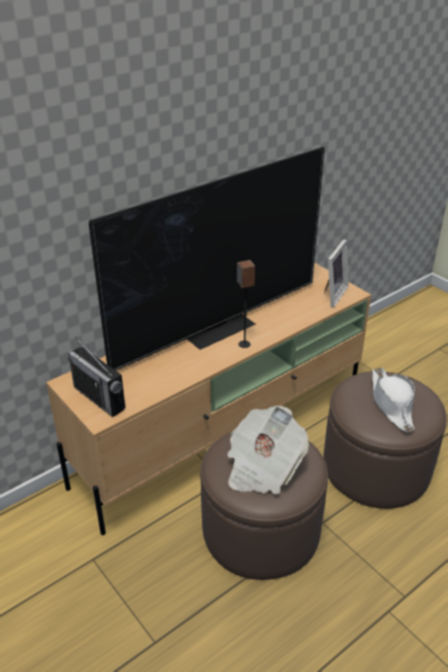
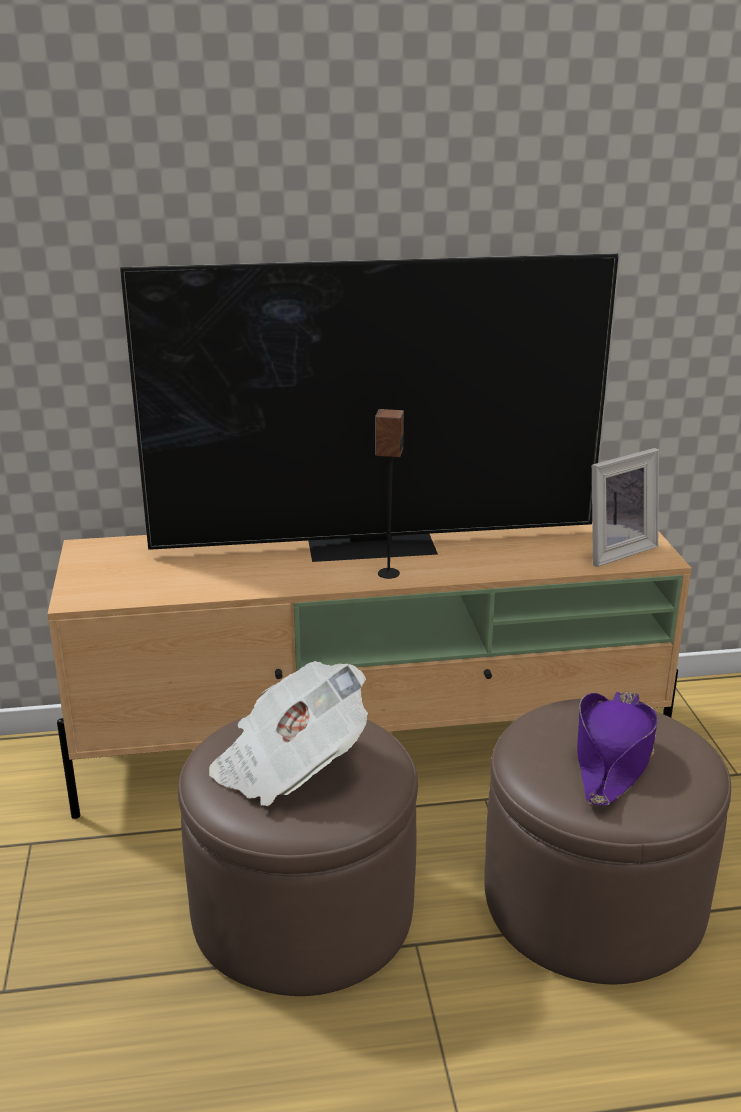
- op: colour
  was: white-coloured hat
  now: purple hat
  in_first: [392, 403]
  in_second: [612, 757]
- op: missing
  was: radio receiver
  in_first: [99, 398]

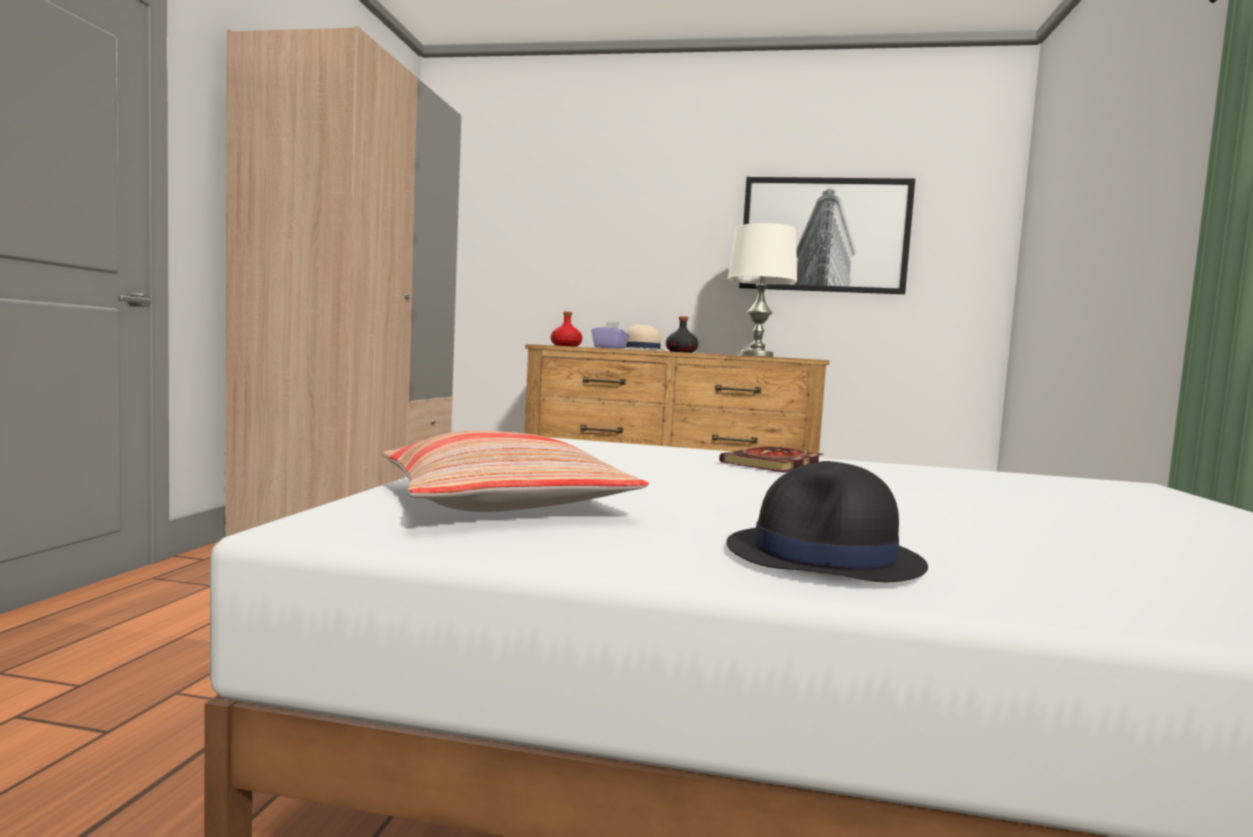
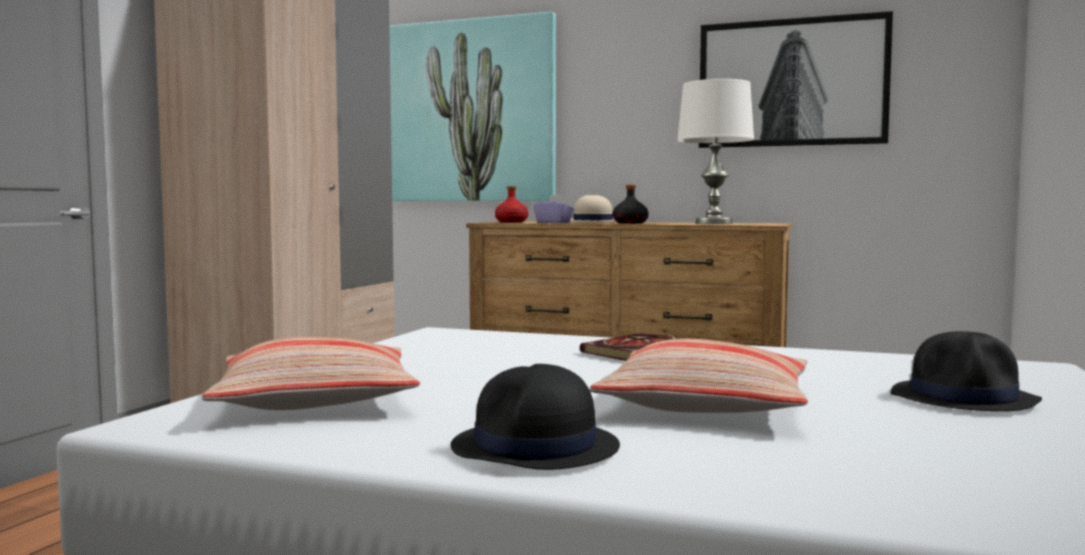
- op: appeared
  now: wall picture
  in_second: [472, 111]
- op: appeared
  now: cushion
  in_second: [706, 404]
- op: appeared
  now: blackish hat
  in_second: [964, 398]

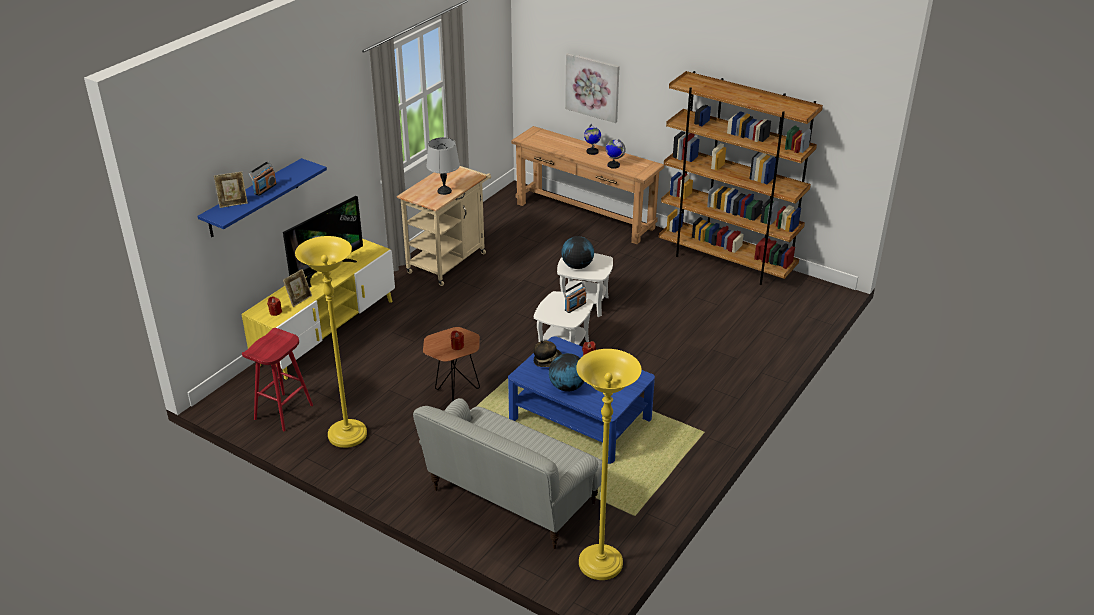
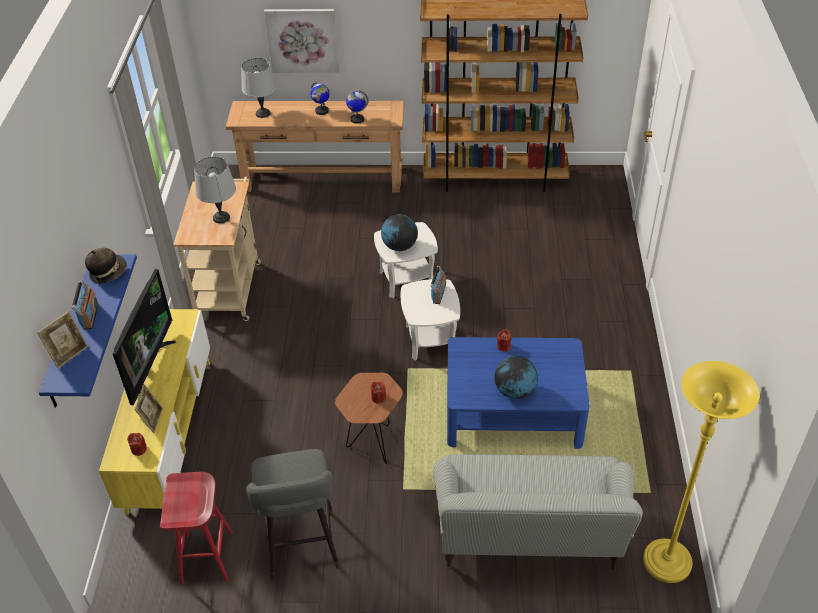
- op: relocated
  was: hat
  in_first: [547, 361]
  in_second: [108, 272]
- op: appeared
  now: grey lamp for a table
  in_second: [262, 113]
- op: exchanged
  was: yellow-coloured standing lamp
  now: grey stool
  in_first: [347, 435]
  in_second: [302, 550]

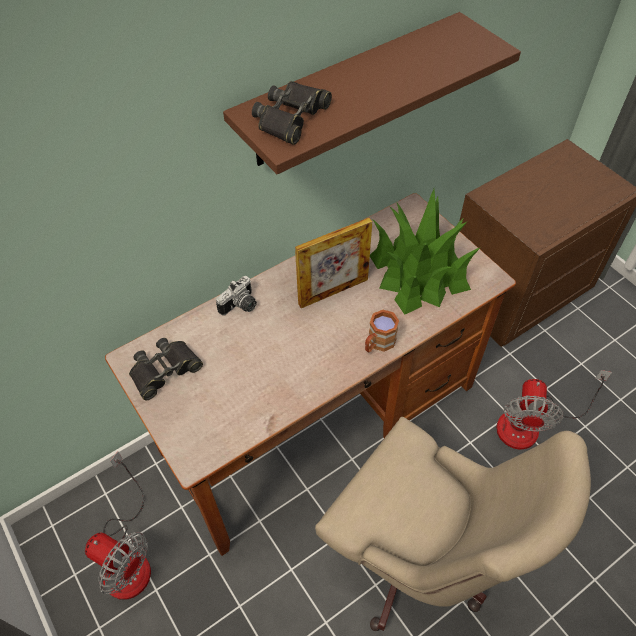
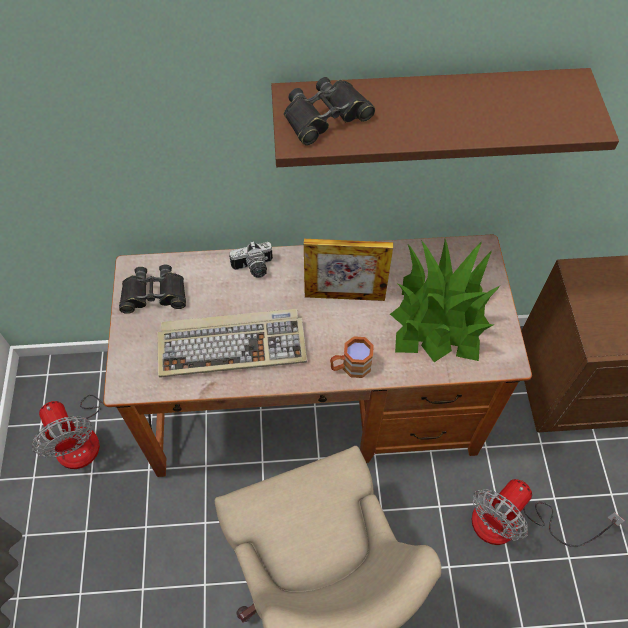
- op: appeared
  now: PC keyboard
  in_second: [233, 345]

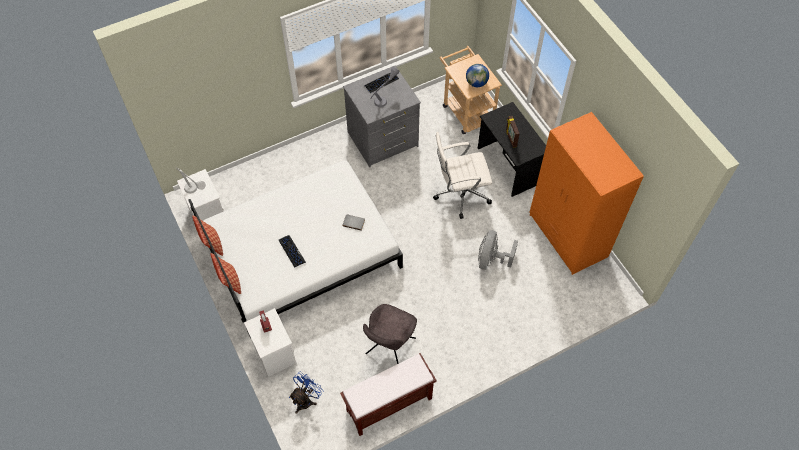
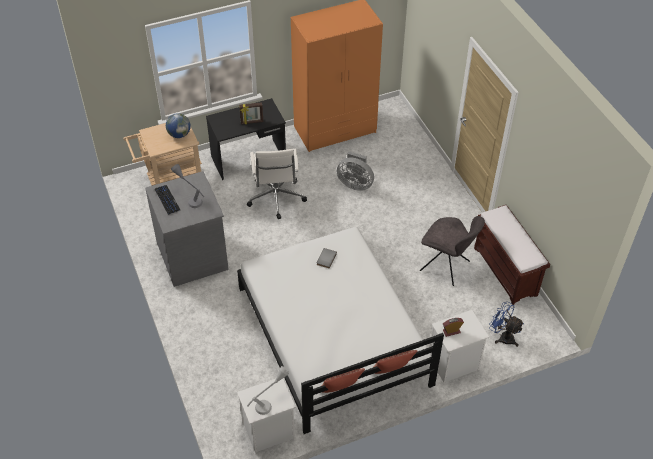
- op: missing
  was: PC keyboard
  in_first: [291, 251]

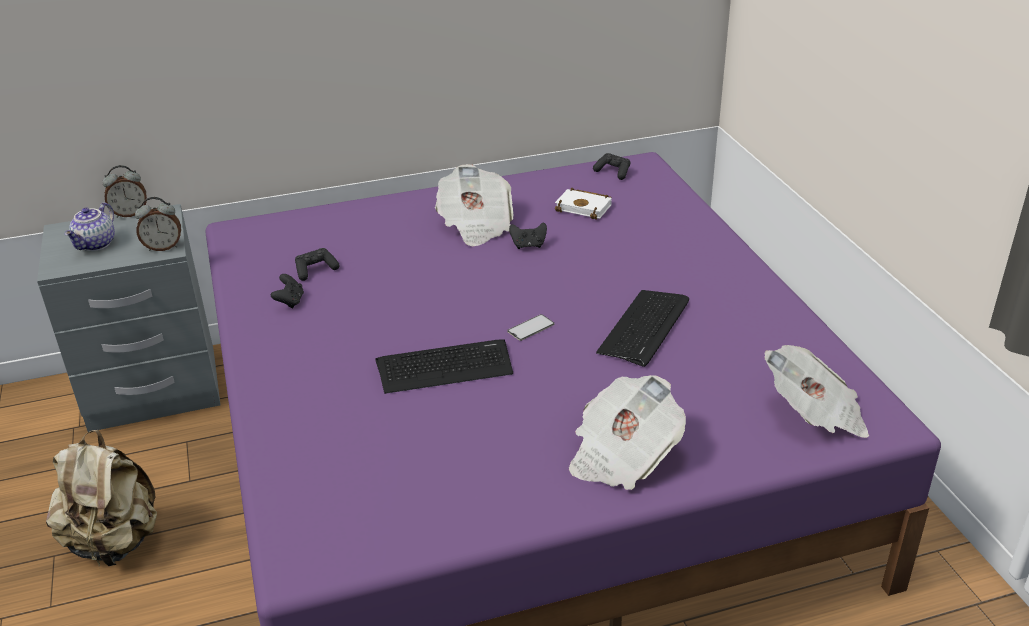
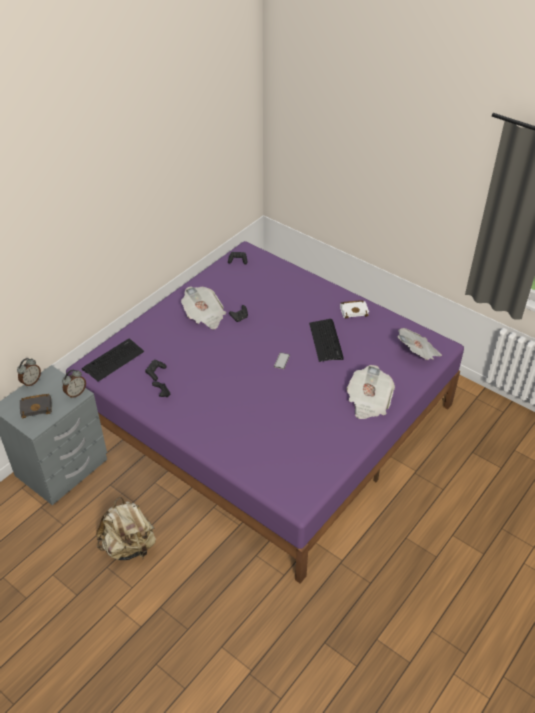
- op: exchanged
  was: tea pot
  now: blackish bound book
  in_first: [96, 244]
  in_second: [37, 407]
- op: relocated
  was: PC keyboard
  in_first: [445, 367]
  in_second: [113, 360]
- op: relocated
  was: white-coloured bound book
  in_first: [585, 207]
  in_second: [354, 310]

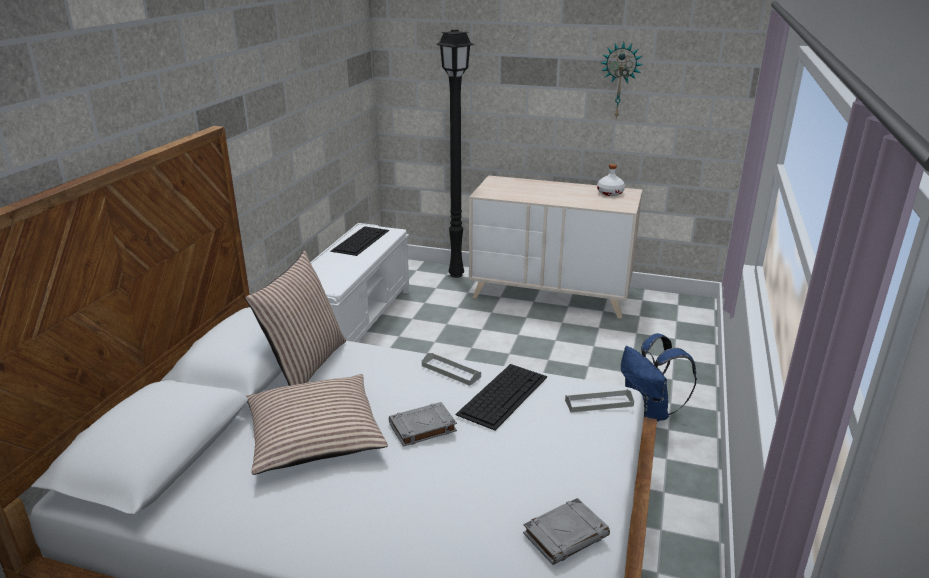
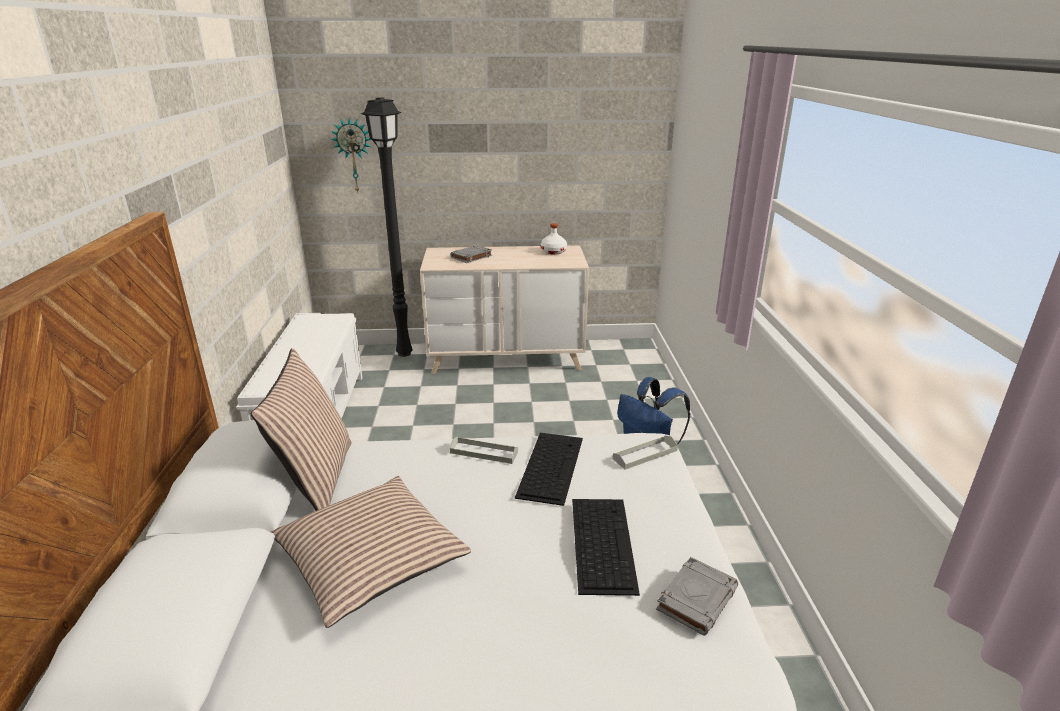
- op: relocated
  was: clock on the wall
  in_first: [620, 80]
  in_second: [354, 155]
- op: relocated
  was: grey bound book
  in_first: [422, 428]
  in_second: [471, 257]
- op: relocated
  was: PC keyboard
  in_first: [360, 240]
  in_second: [602, 542]

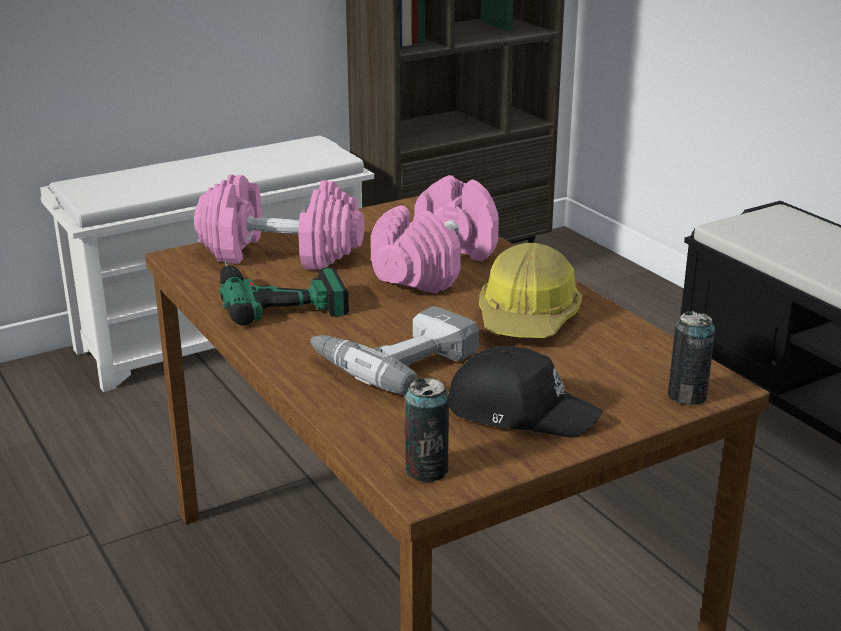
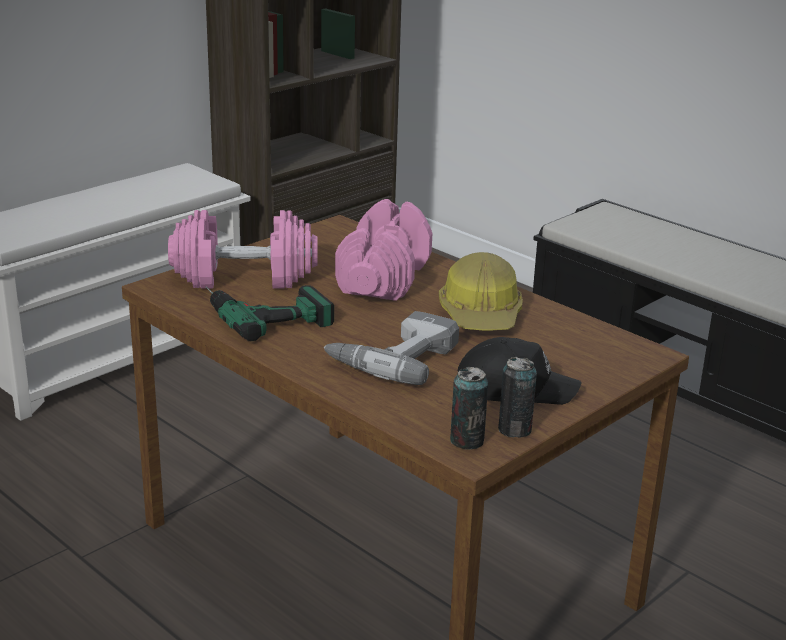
- op: relocated
  was: sealed can
  in_first: [687, 396]
  in_second: [514, 430]

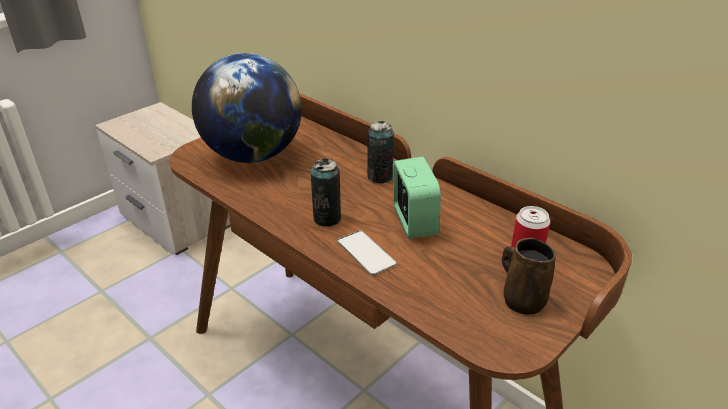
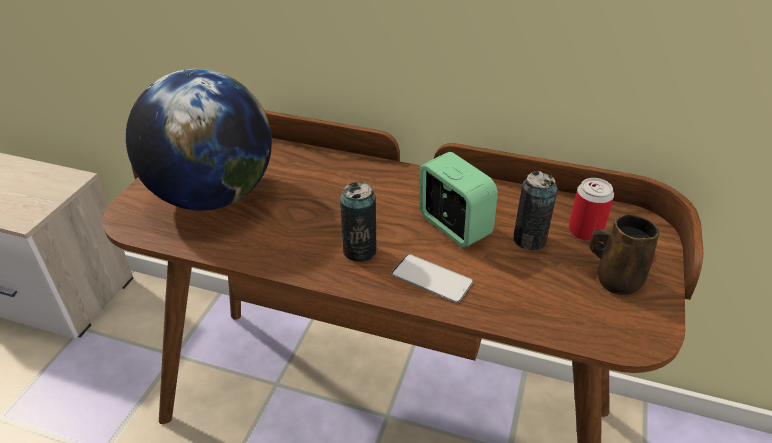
- op: relocated
  was: sealed can
  in_first: [380, 177]
  in_second: [529, 240]

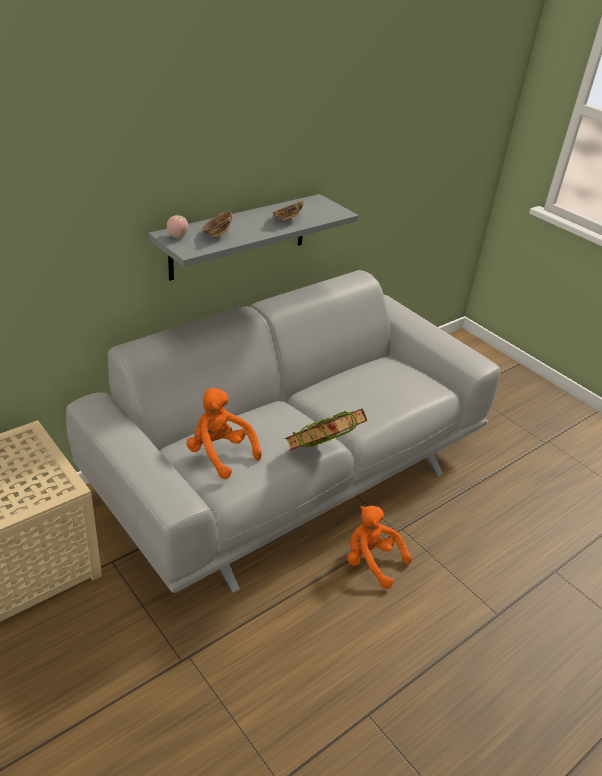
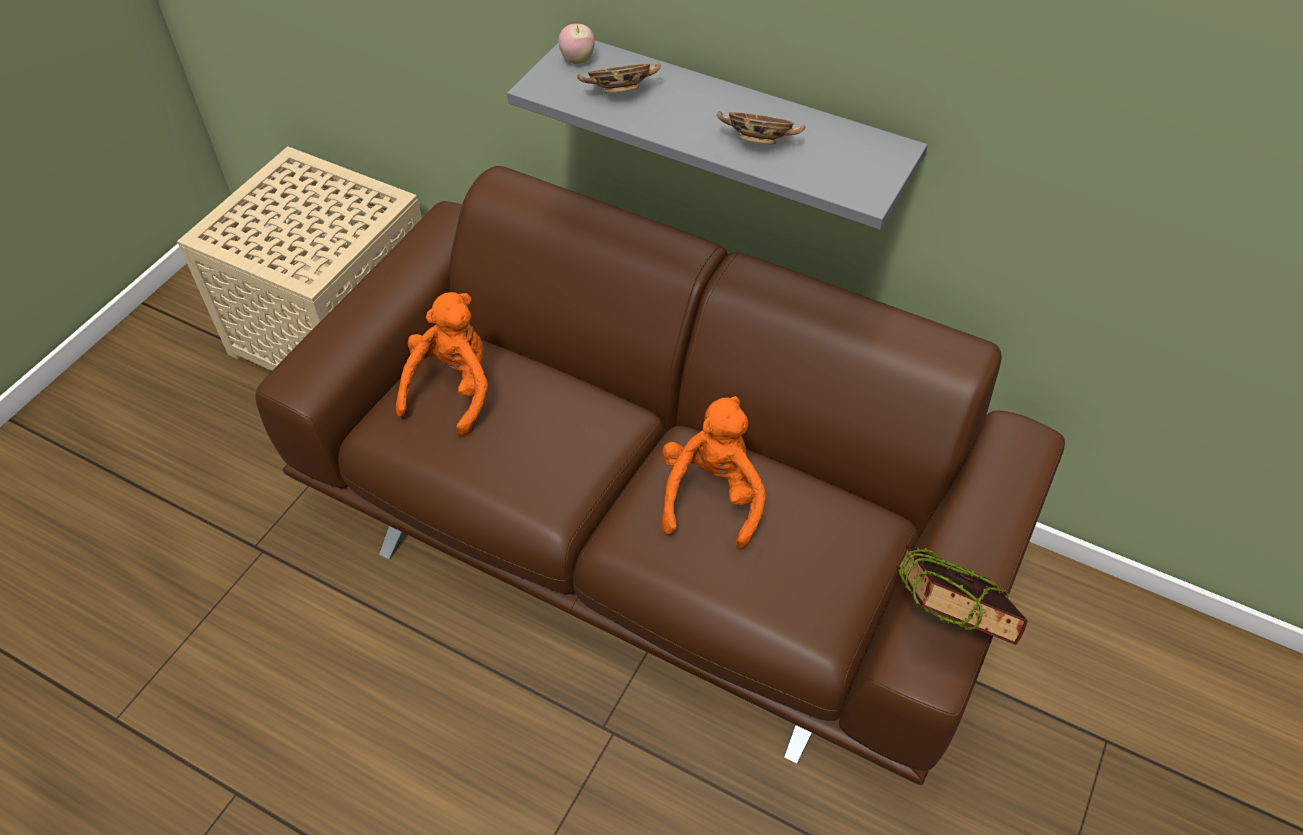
- op: colour
  was: grey couch
  now: brownish couch
  in_first: [292, 471]
  in_second: [655, 531]
- op: relocated
  was: orangey soft toy
  in_first: [371, 561]
  in_second: [712, 496]
- op: relocated
  was: bound book
  in_first: [322, 454]
  in_second: [944, 624]

